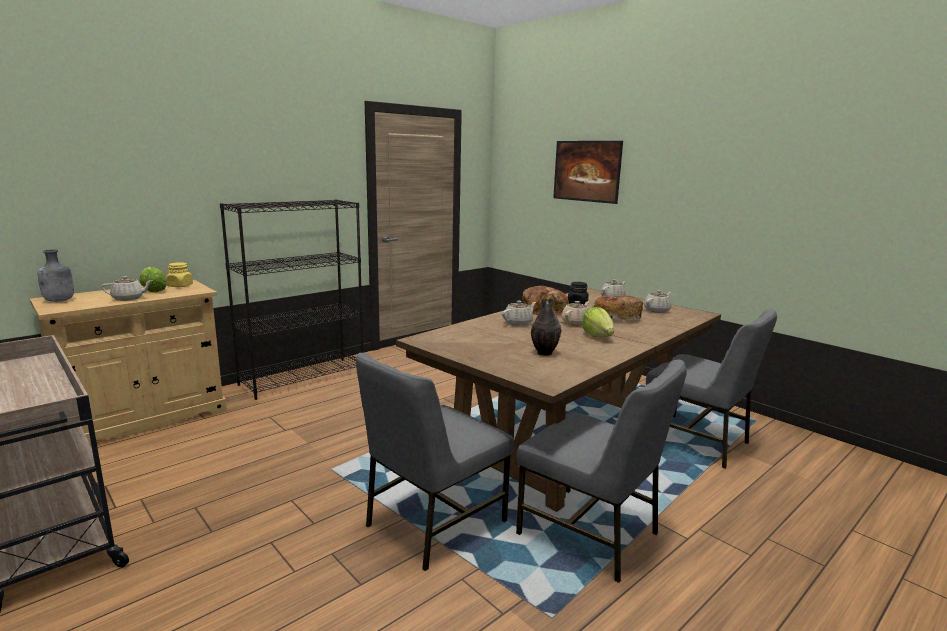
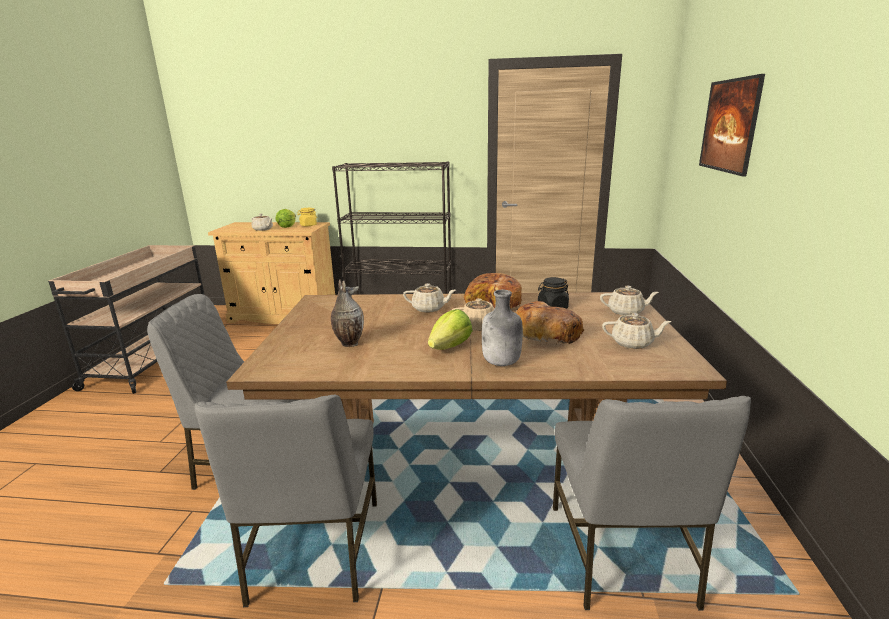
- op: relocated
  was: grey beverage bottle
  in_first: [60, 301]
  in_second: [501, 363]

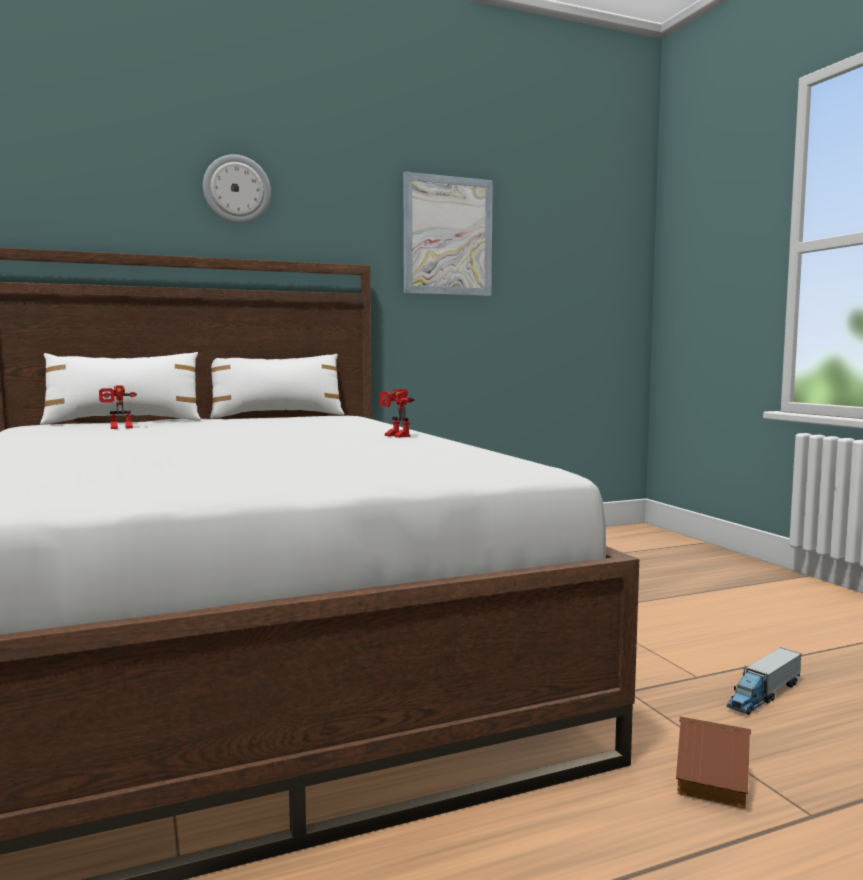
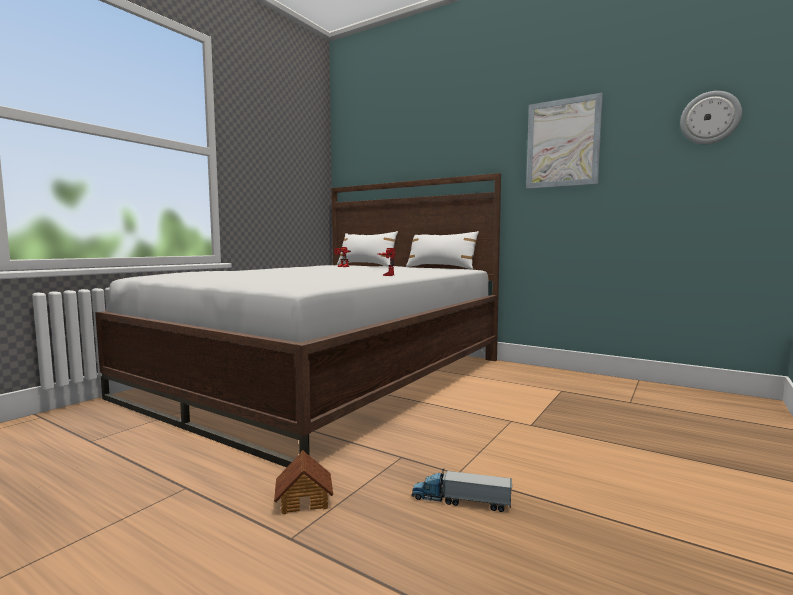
- op: relocated
  was: clock on the wall
  in_first: [237, 189]
  in_second: [710, 118]

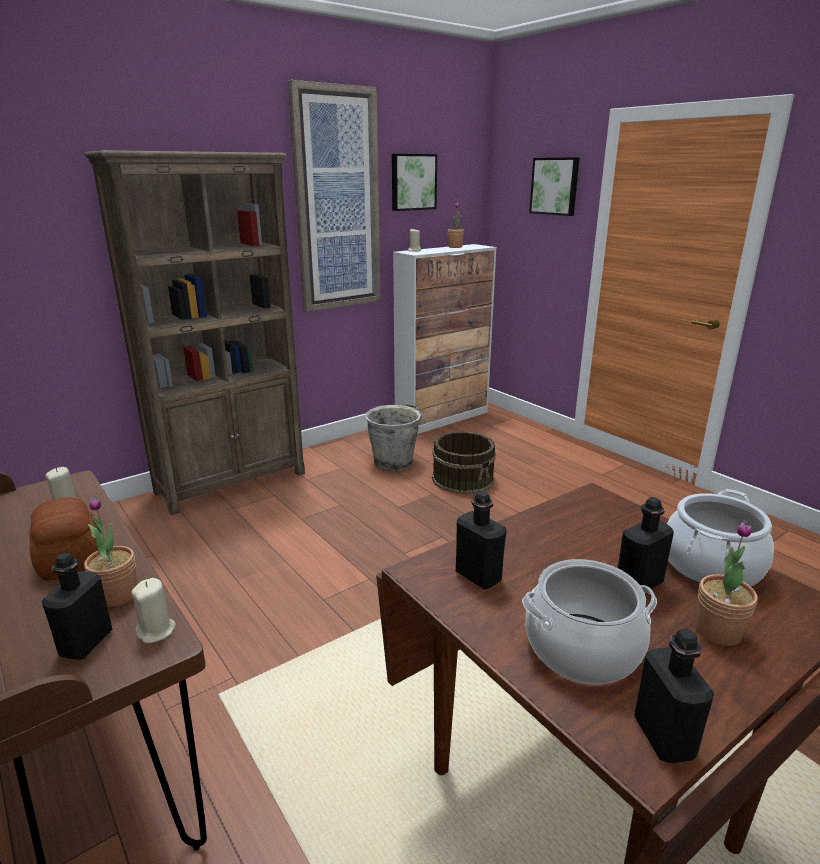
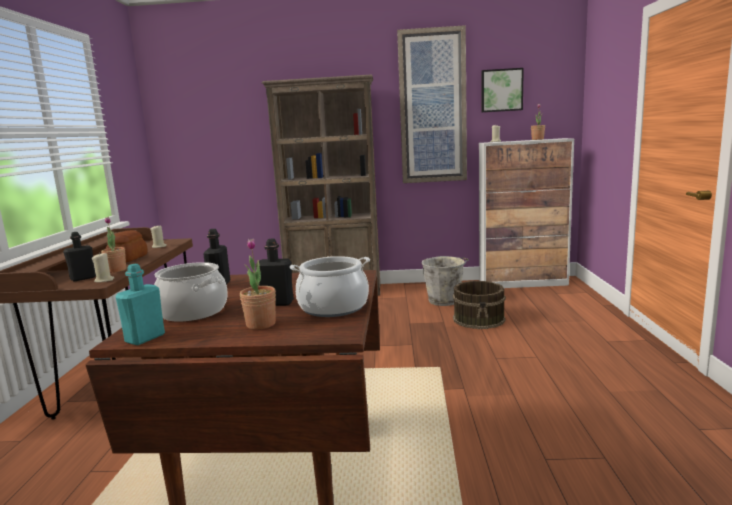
- op: colour
  was: blackish beverage bottle
  now: blue-green beverage bottle
  in_first: [664, 737]
  in_second: [145, 338]
- op: missing
  was: wall picture
  in_first: [555, 186]

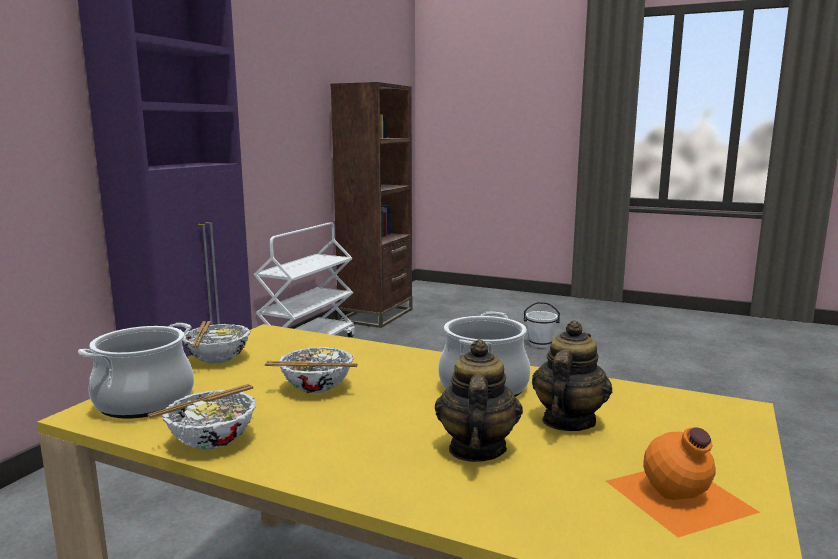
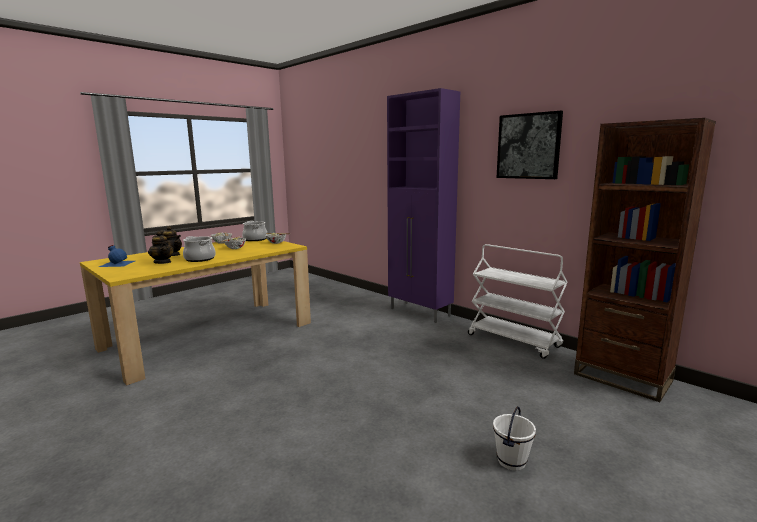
- op: colour
  was: orangey beverage bottle
  now: blue beverage bottle
  in_first: [679, 497]
  in_second: [117, 263]
- op: appeared
  now: wall picture
  in_second: [528, 146]

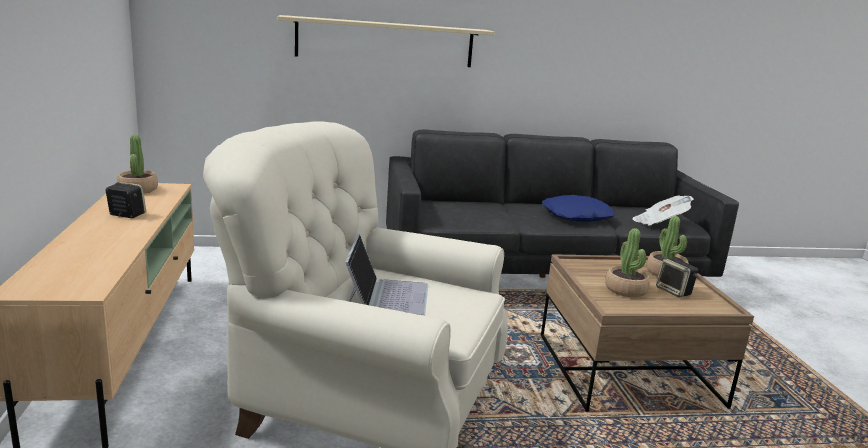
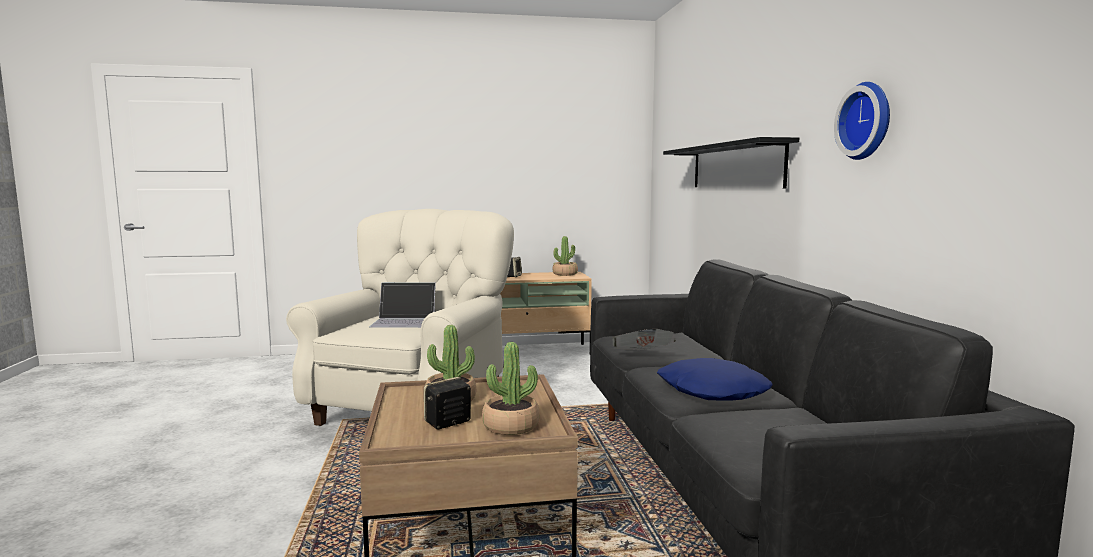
- op: relocated
  was: printed paper
  in_first: [659, 223]
  in_second: [642, 358]
- op: colour
  was: sand-coloured shelf
  now: blackish shelf
  in_first: [385, 42]
  in_second: [735, 166]
- op: appeared
  now: clock on the wall
  in_second: [867, 121]

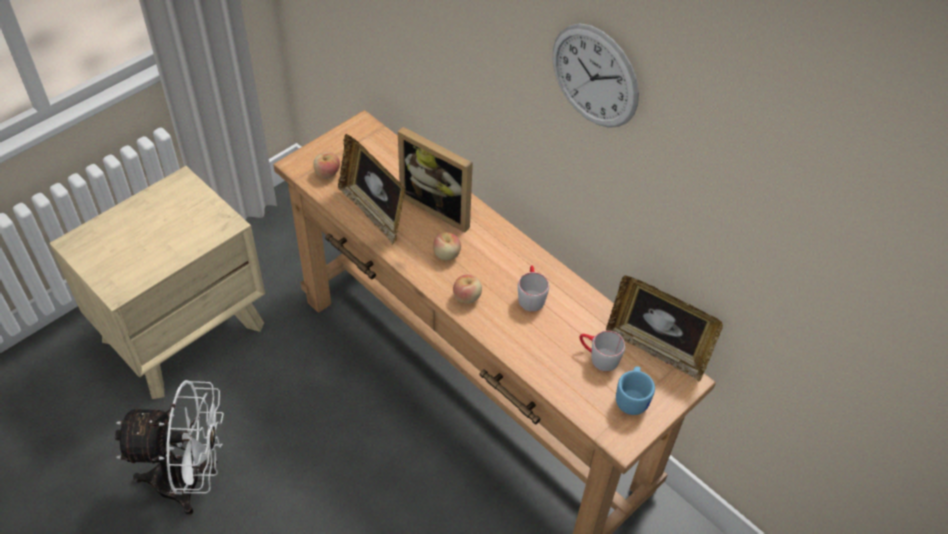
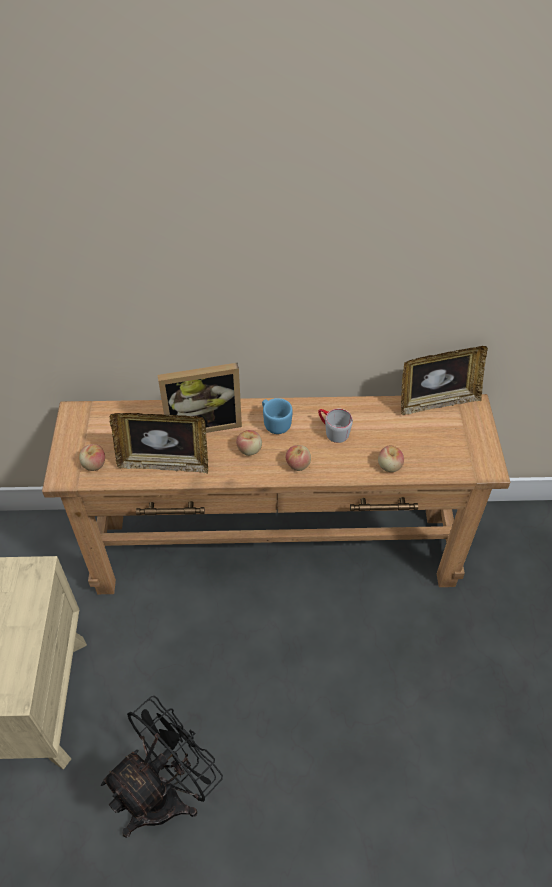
- op: colour
  was: white-coloured electric fan
  now: blackish electric fan
  in_first: [190, 481]
  in_second: [167, 792]
- op: relocated
  was: blue coffee mug
  in_first: [632, 398]
  in_second: [275, 423]
- op: appeared
  now: whole apple
  in_second: [389, 466]
- op: missing
  was: clock on the wall
  in_first: [594, 76]
- op: missing
  was: grey coffee mug
  in_first: [598, 357]

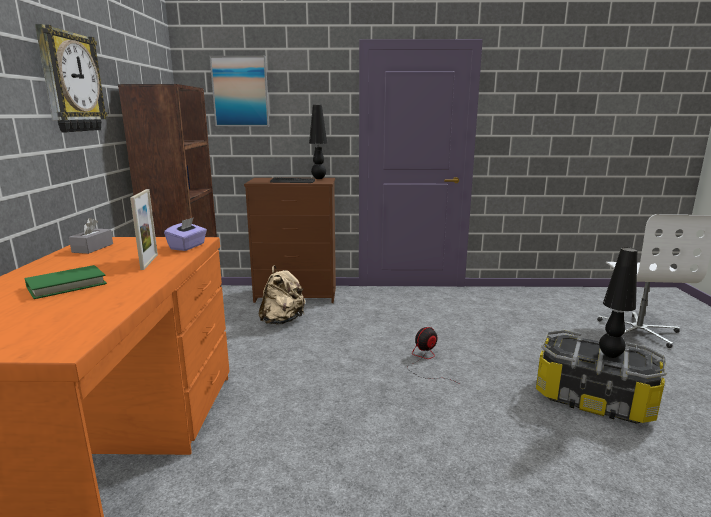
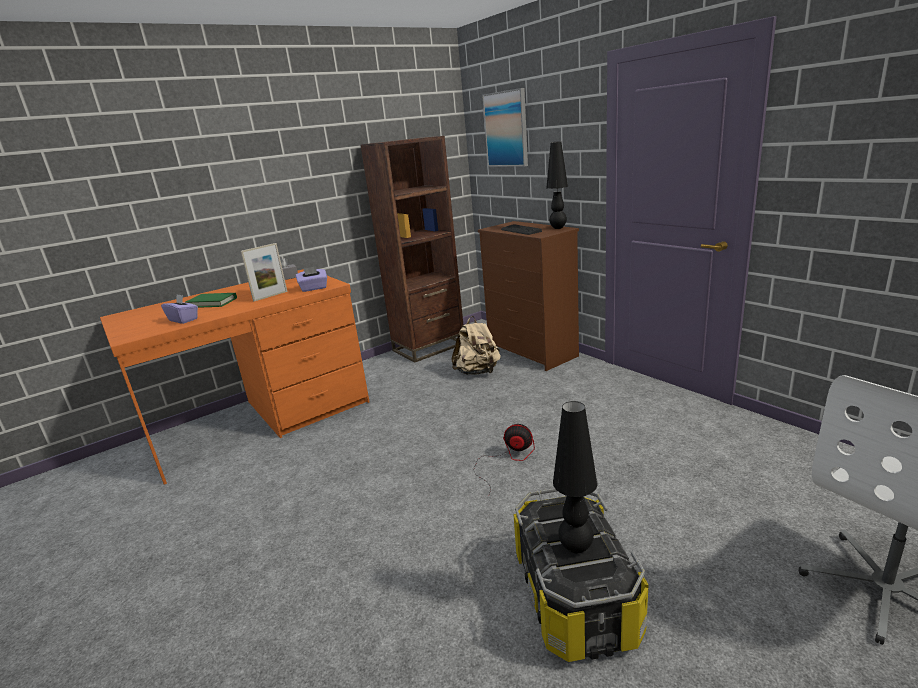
- op: appeared
  now: purple tissue box
  in_second: [184, 320]
- op: missing
  was: clock on the wall
  in_first: [70, 82]

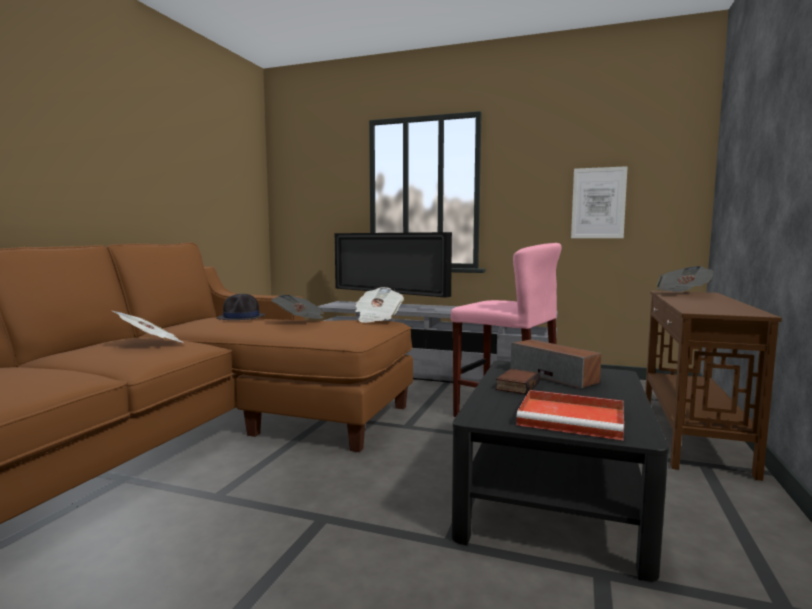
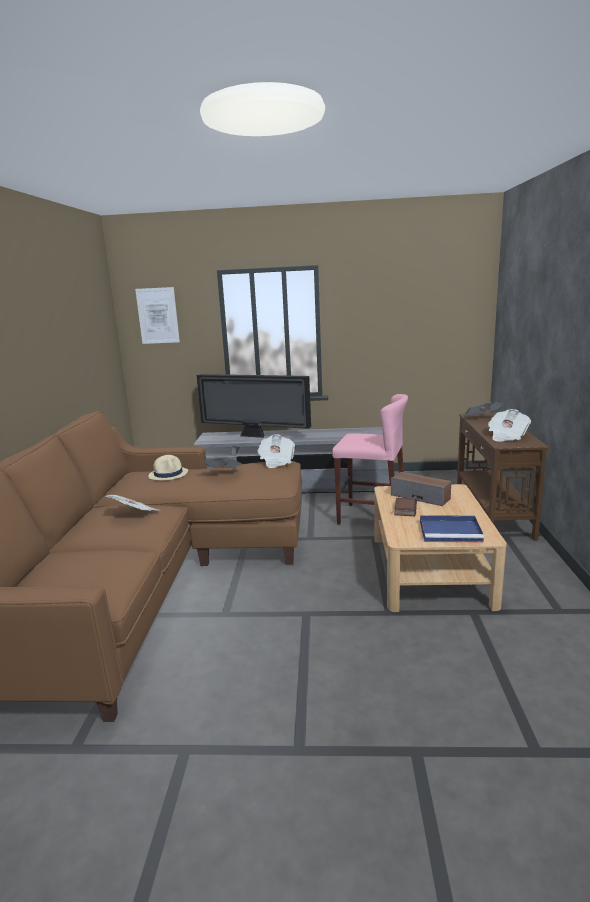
- op: relocated
  was: wall picture
  in_first: [598, 203]
  in_second: [158, 315]
- op: colour
  was: blackish hat
  now: sand-coloured hat
  in_first: [242, 317]
  in_second: [168, 474]
- op: colour
  was: blackish coffee table
  now: sand-coloured coffee table
  in_first: [554, 492]
  in_second: [429, 570]
- op: colour
  was: reddish tray
  now: blue tray
  in_first: [573, 419]
  in_second: [451, 531]
- op: appeared
  now: printed paper
  in_second: [506, 436]

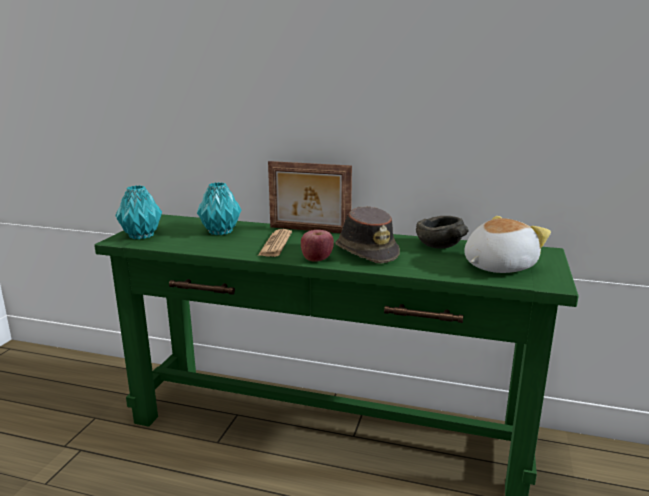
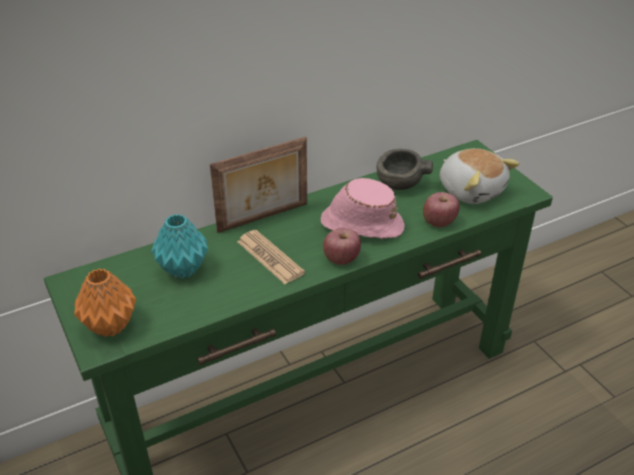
- op: colour
  was: blue-green vase
  now: orangey vase
  in_first: [141, 236]
  in_second: [109, 326]
- op: colour
  was: brownish hat
  now: pink-coloured hat
  in_first: [366, 252]
  in_second: [361, 224]
- op: appeared
  now: whole apple
  in_second: [439, 222]
- op: spun
  was: soft toy
  in_first: [497, 266]
  in_second: [471, 190]
  clockwise: 135

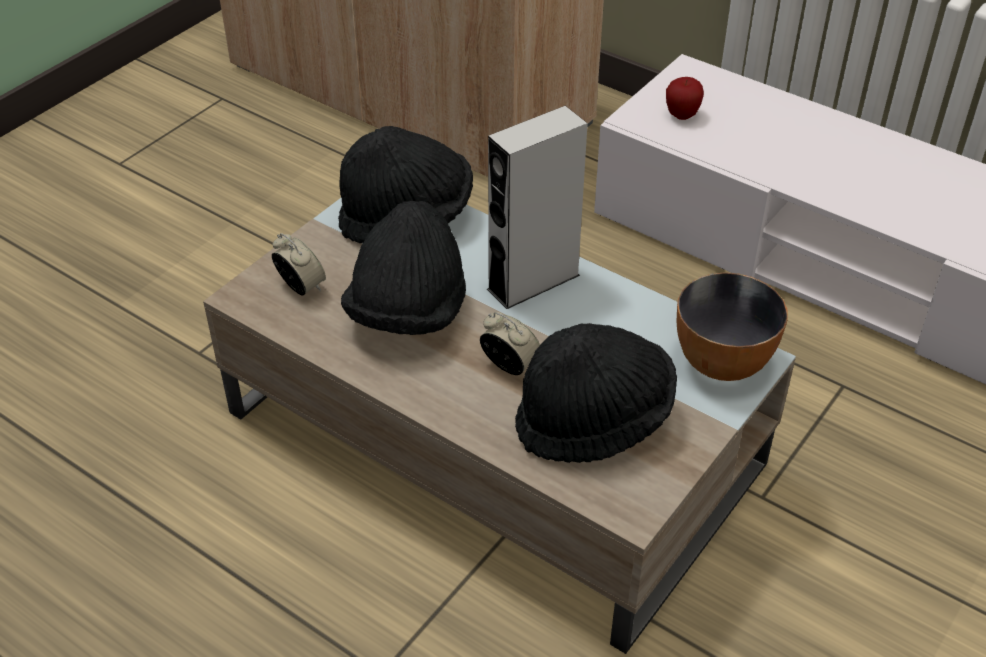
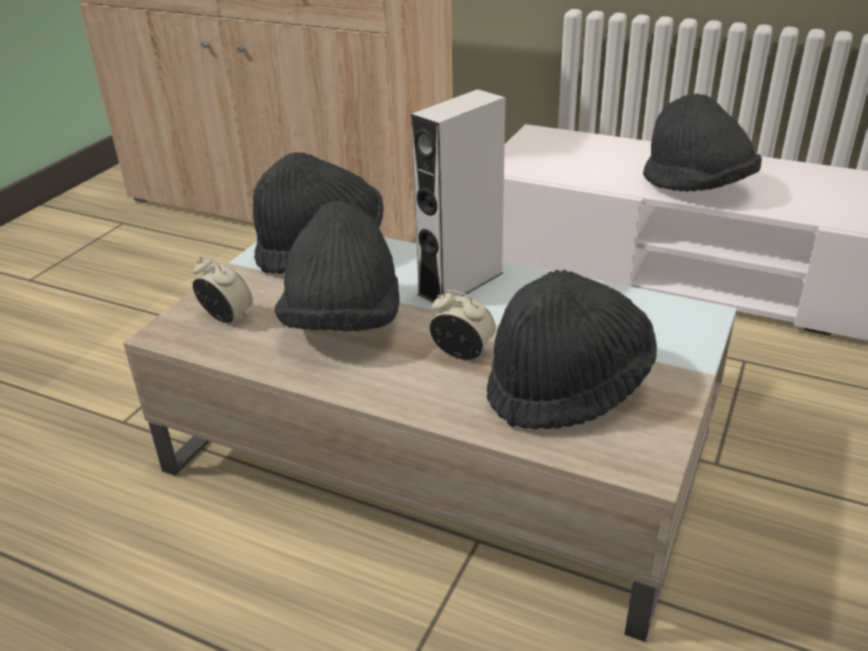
- op: appeared
  now: blackish hat
  in_second: [696, 188]
- op: missing
  was: whole apple
  in_first: [682, 115]
- op: missing
  was: bowl
  in_first: [723, 362]

